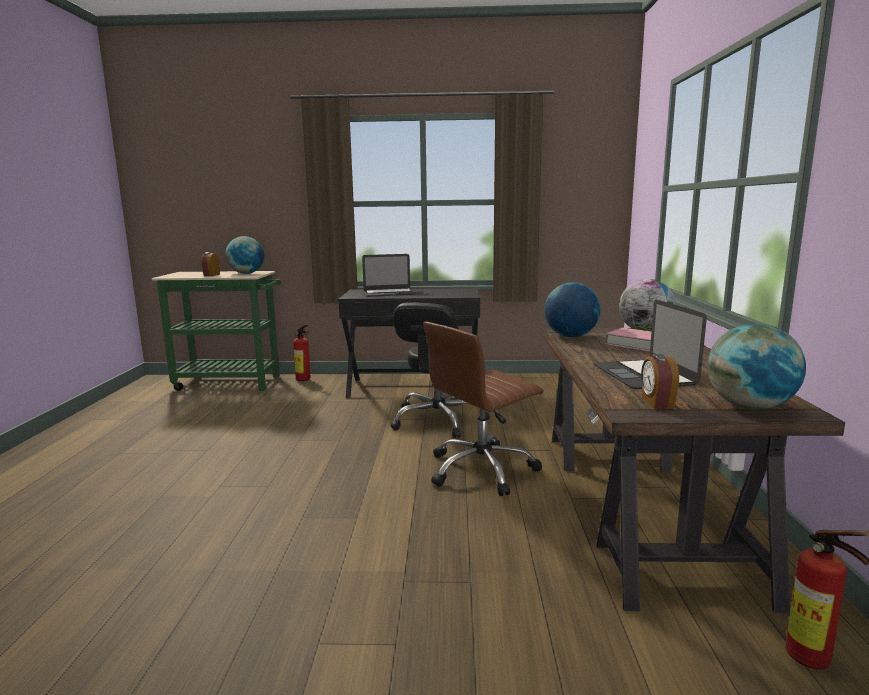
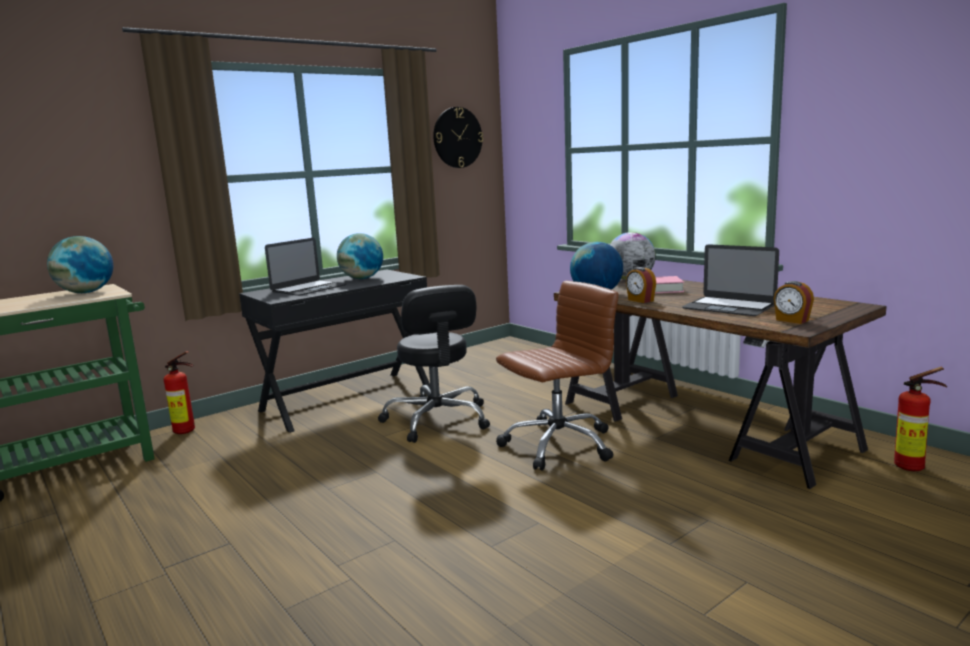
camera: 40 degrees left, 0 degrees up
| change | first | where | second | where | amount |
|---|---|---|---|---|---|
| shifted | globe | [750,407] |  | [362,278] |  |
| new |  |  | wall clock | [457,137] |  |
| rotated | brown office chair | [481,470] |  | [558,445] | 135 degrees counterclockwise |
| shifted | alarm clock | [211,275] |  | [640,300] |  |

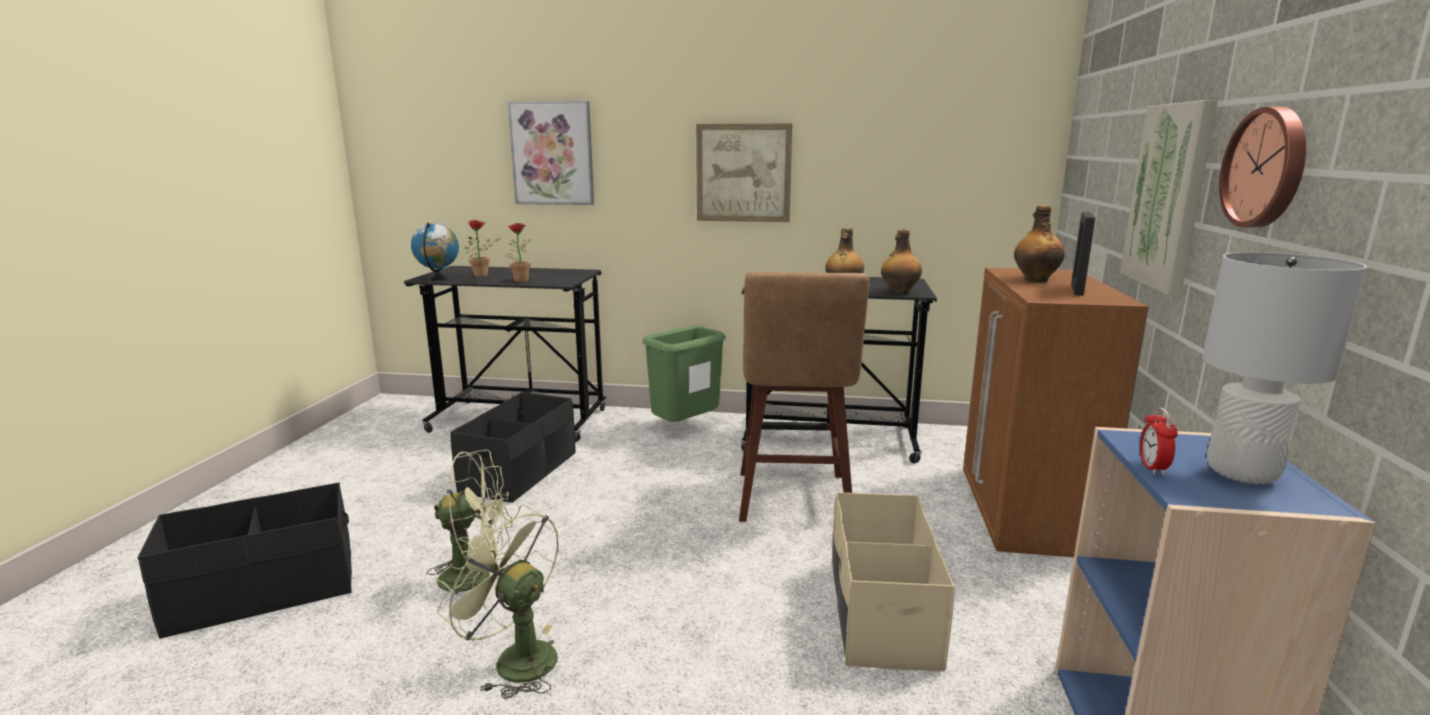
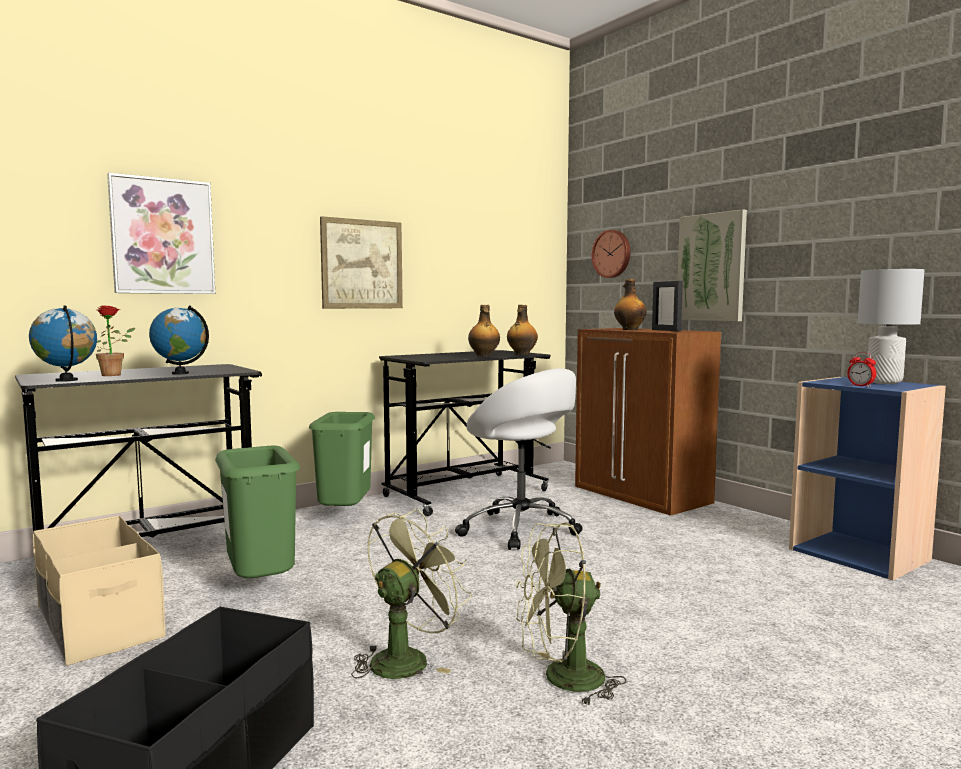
camera: 45 degrees left, 10 degrees down
| change | first | where | second | where | amount |
|---|---|---|---|---|---|
| shifted | beige storage box | [881,612] |  | [98,622] |  |
| swapped | potted plant | [519,280] | globe | [180,373] |  |
| swapped | black storage box | [520,472] | green trash can | [260,587] |  |
| swapped | brown stool | [793,500] | white office chair | [521,529] |  |
| shifted | wall clock | [1267,168] |  | [612,254] |  |

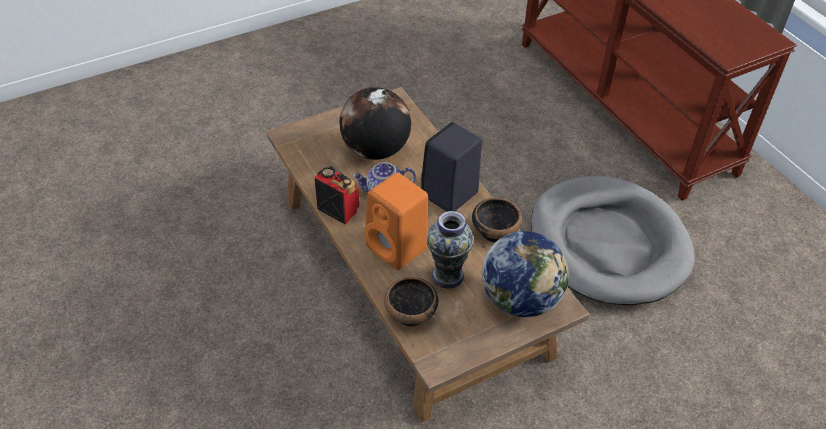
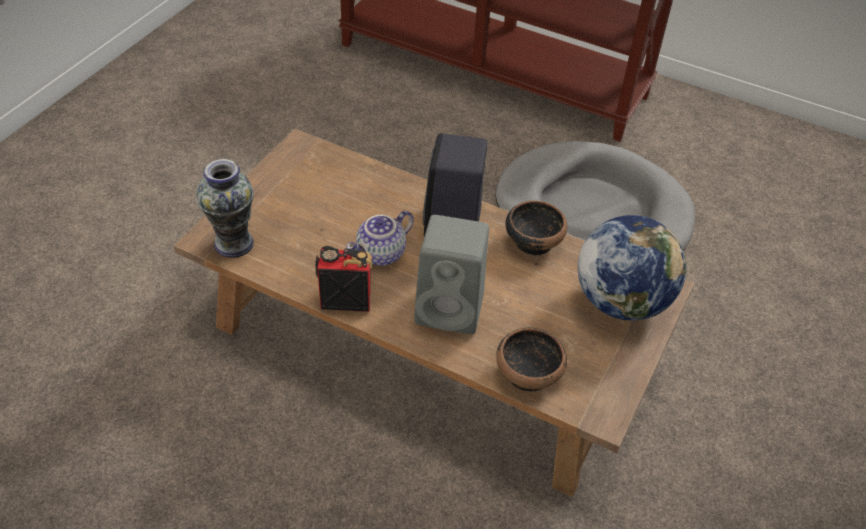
camera: 35 degrees left, 0 degrees up
| change | first | where | second | where | amount |
|---|---|---|---|---|---|
| shifted | vase | [448,275] |  | [234,243] |  |
| repainted | orange speaker | [398,248] | grey speaker | [452,309] |  |
| gone | globe | [375,150] |  |  |  |

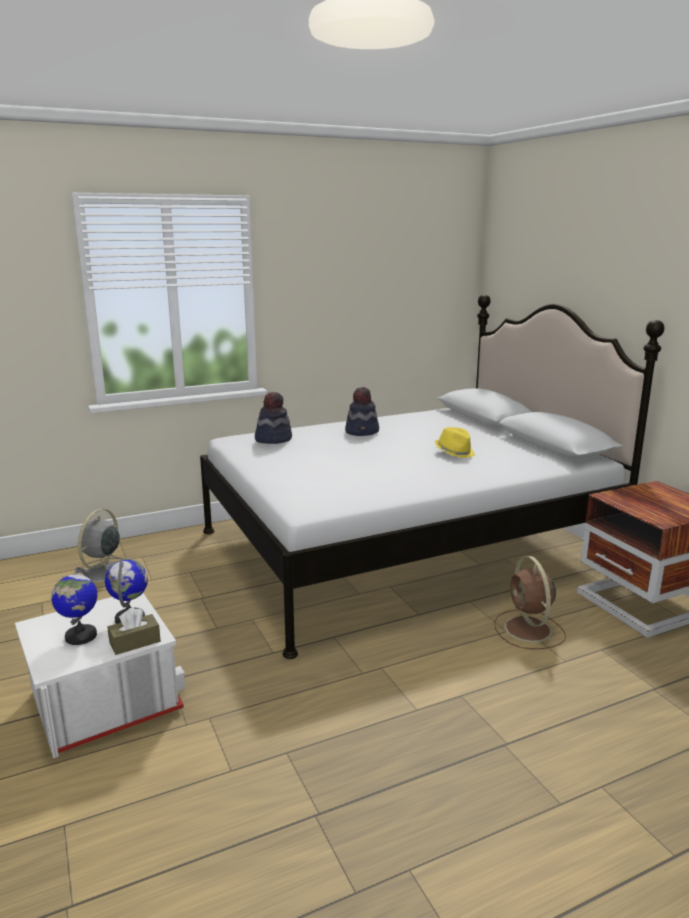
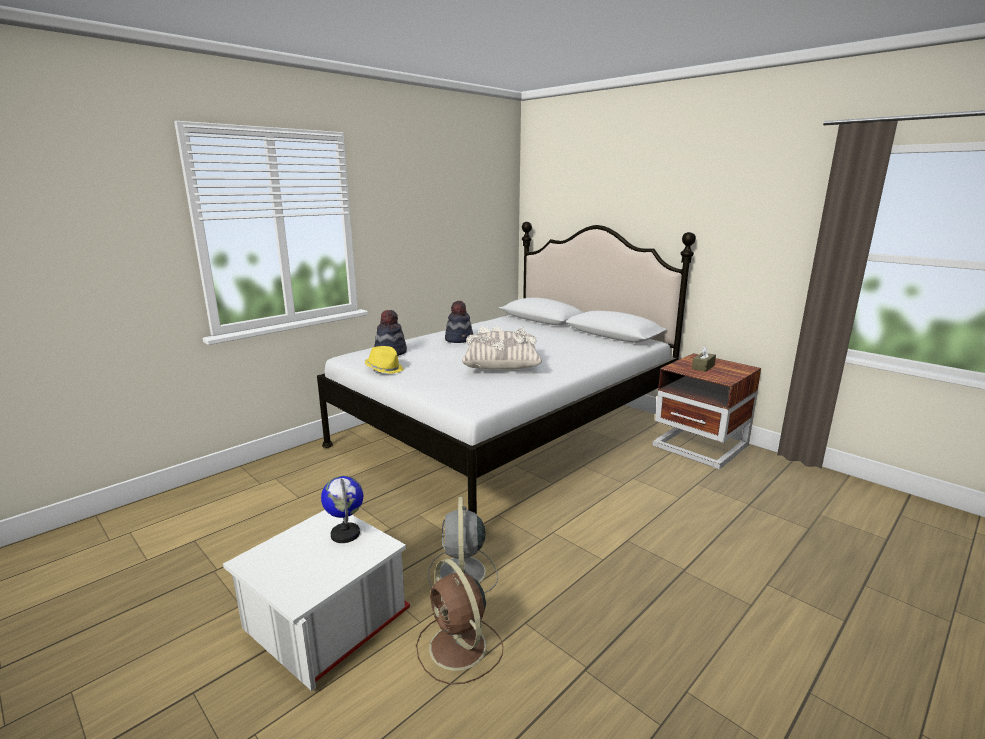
camera: 20 degrees left, 0 degrees up
| change | first | where | second | where | amount |
|---|---|---|---|---|---|
| shifted | yellow hat | [454,452] |  | [384,369] |  |
| shifted | brown fan | [529,630] |  | [459,648] |  |
| shifted | grey fan | [102,573] |  | [462,574] |  |
| new |  |  | beige pillow | [501,365] |  |
| shifted | brown tissue box | [135,642] |  | [703,367] |  |
| gone | globe | [80,636] |  |  |  |

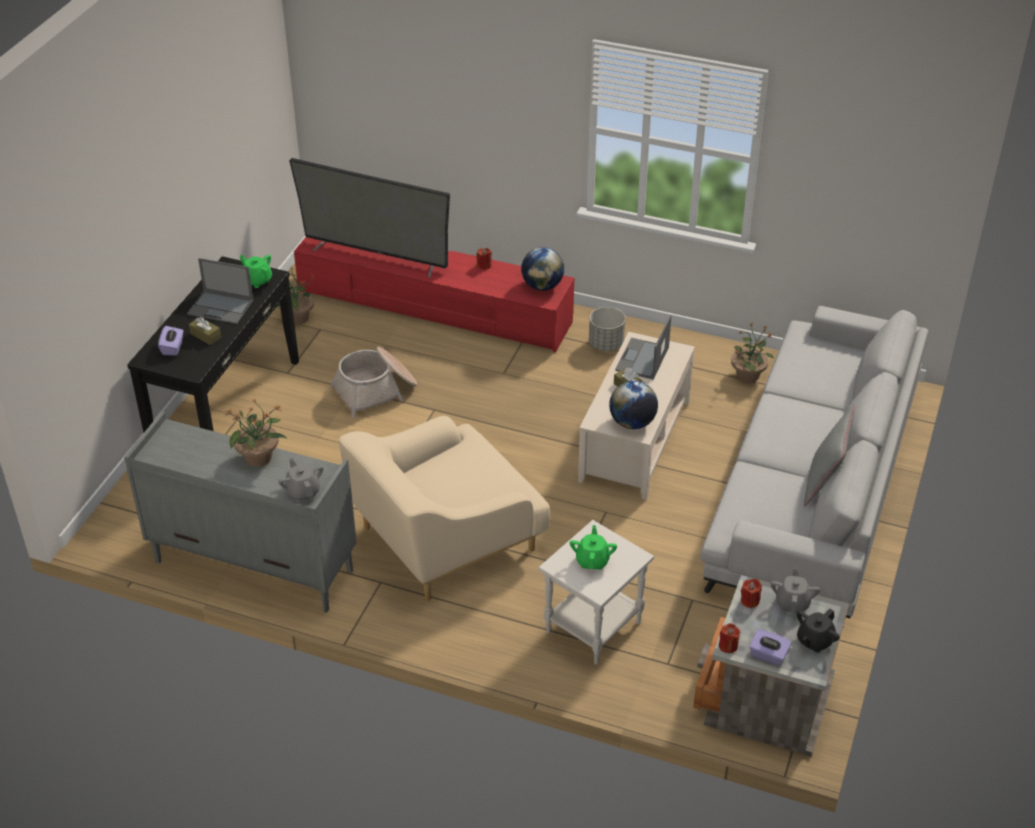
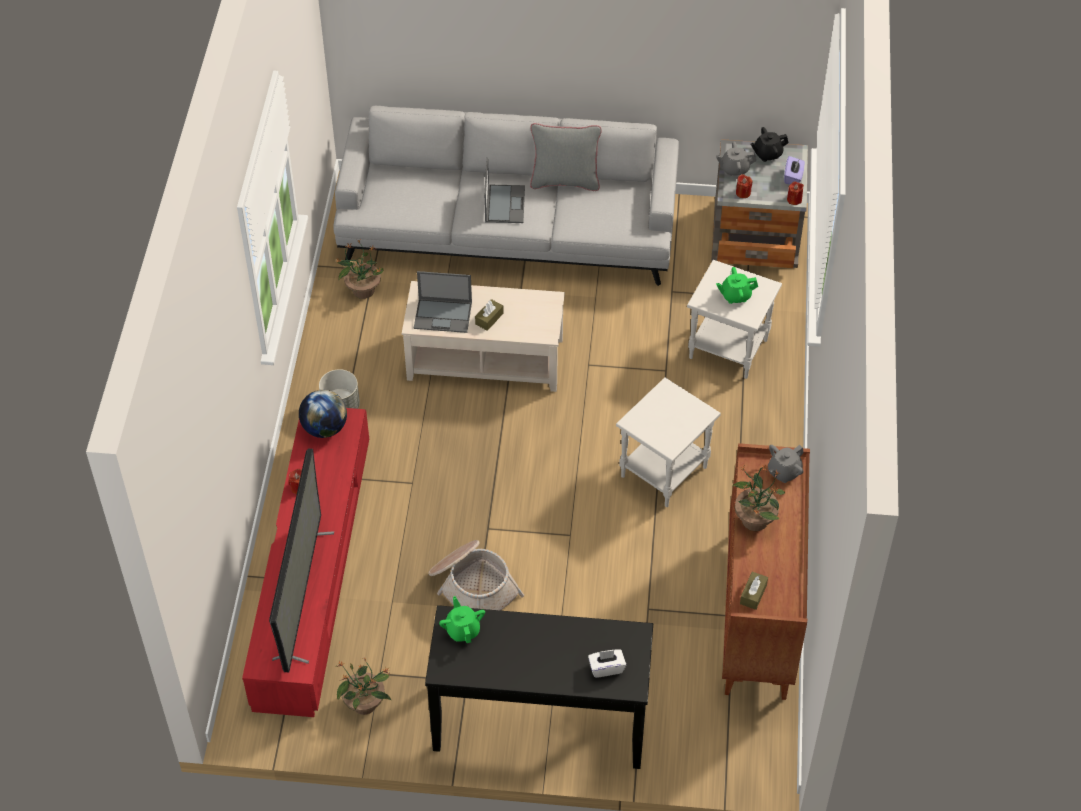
camera: 105 degrees left, 10 degrees up
| change | first | where | second | where | amount |
|---|---|---|---|---|---|
| rotated | green teapot | [257,280] |  | [463,630] | 135 degrees clockwise |
| shifted | laptop | [221,307] |  | [504,203] |  |
| repainted | purple tissue box | [173,348] | white tissue box | [606,668] |  |
| swapped | beige armchair | [446,538] | white side table | [664,473] |  |
| repainted | grey cabinet | [252,566] | brown cabinet | [757,615] |  |
| shifted | brown tissue box | [205,335] |  | [753,594] |  |
| rotated | black teapot | [814,641] |  | [767,154] | 135 degrees clockwise |
| gone | globe | [632,423] |  |  |  |

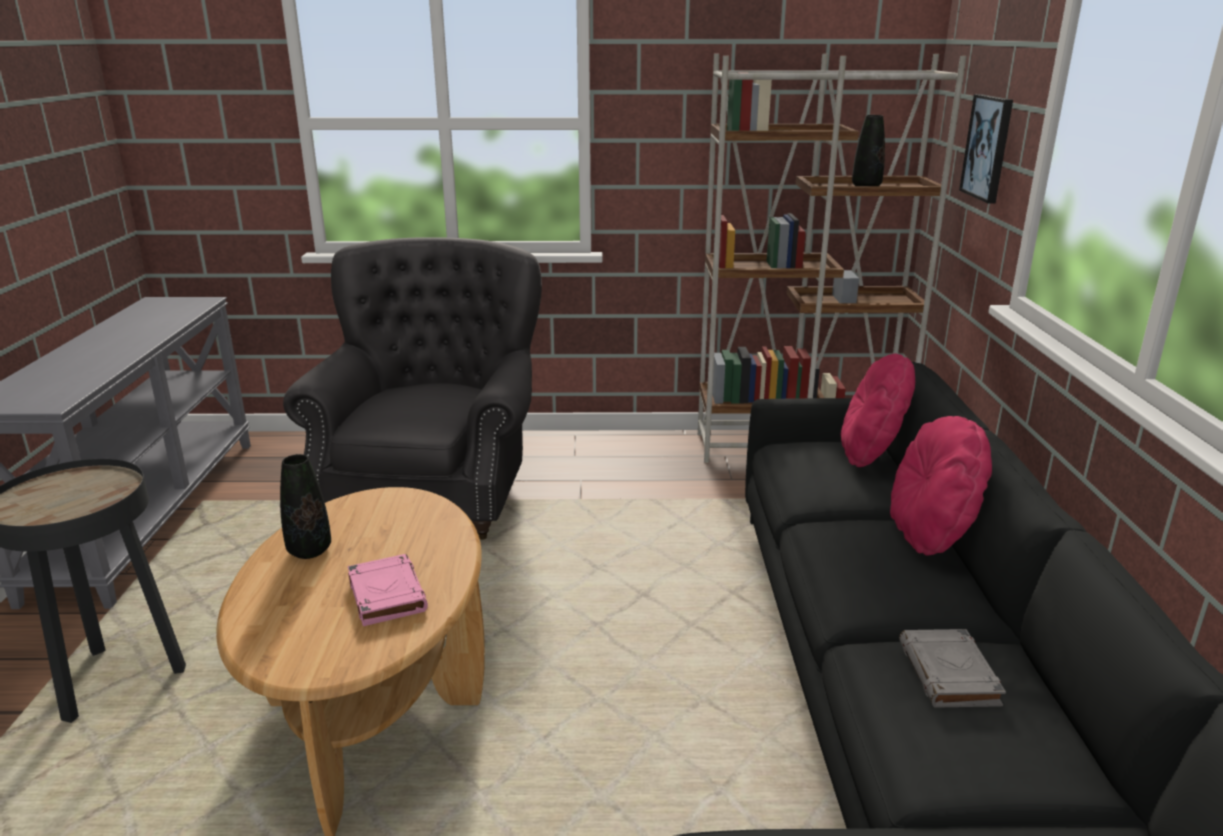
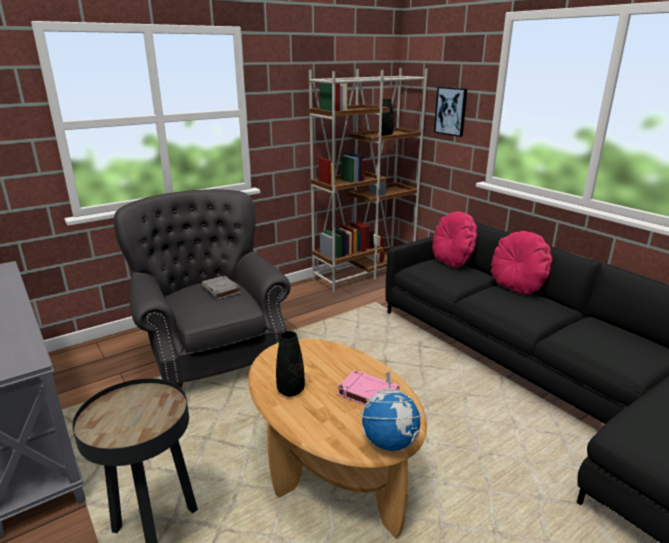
camera: 35 degrees left, 0 degrees up
| change | first | where | second | where | amount |
|---|---|---|---|---|---|
| shifted | grey book | [949,675] |  | [221,290] |  |
| new |  |  | globe | [390,441] |  |

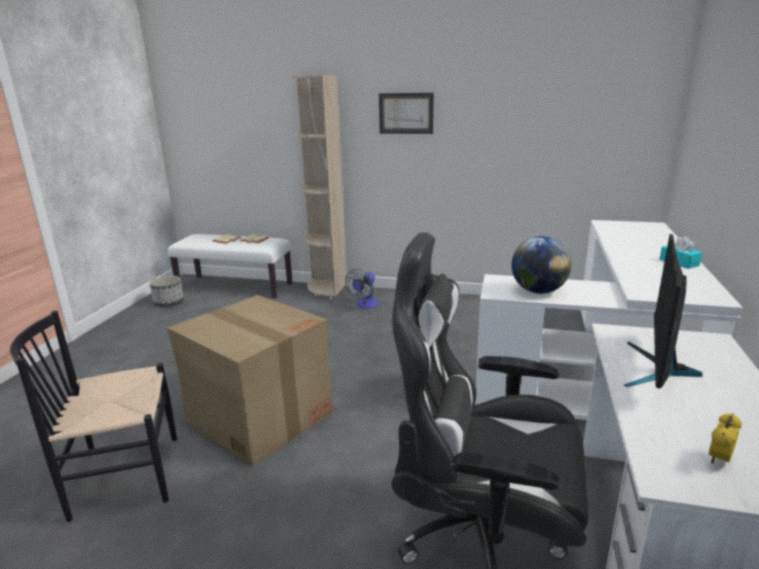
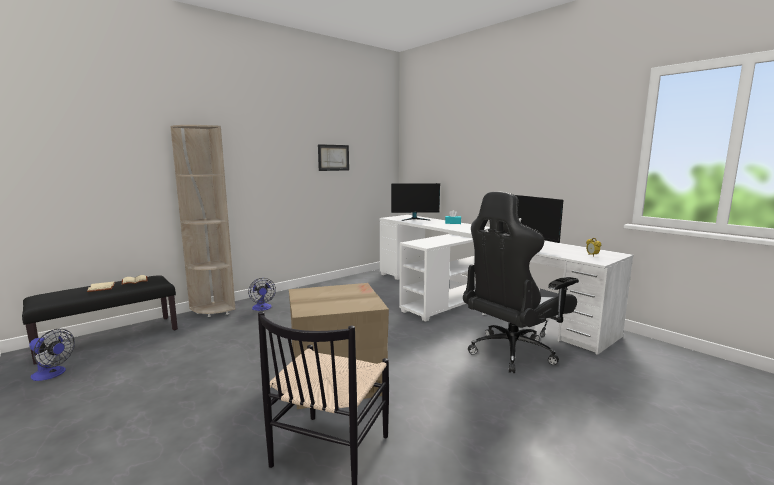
camera: 55 degrees left, 10 degrees down
| change | first | where | second | where | amount |
|---|---|---|---|---|---|
| repainted | white bench | [235,286] | black bench | [109,338] |  |
| swapped | planter | [169,302] | fan | [52,374] |  |
| shifted | picture | [406,113] |  | [333,157] |  |
| new |  |  | monitor | [415,219] |  |
| gone | globe | [538,291] |  |  |  |

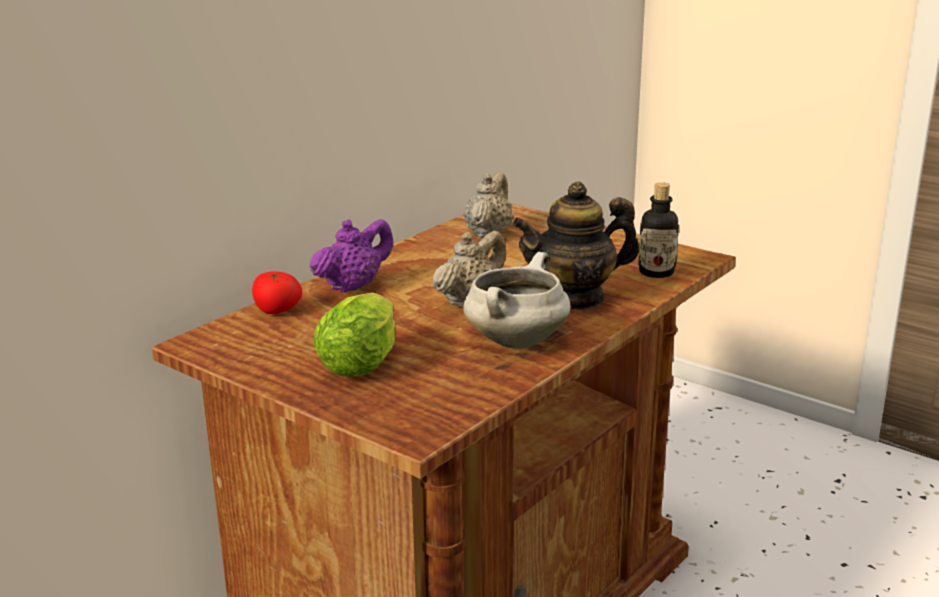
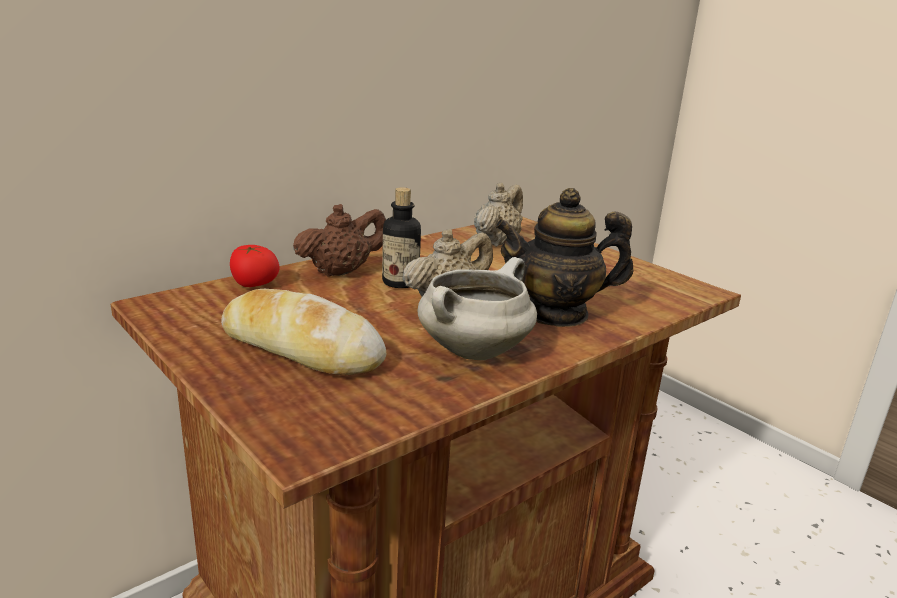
camera: 10 degrees right, 0 degrees up
| change | first | where | second | where | amount |
|---|---|---|---|---|---|
| swapped | lettuce | [363,361] | bread | [301,349] |  |
| repainted | purple teapot | [353,286] | brown teapot | [341,272] |  |
| shifted | bottle | [656,272] |  | [400,282] |  |

